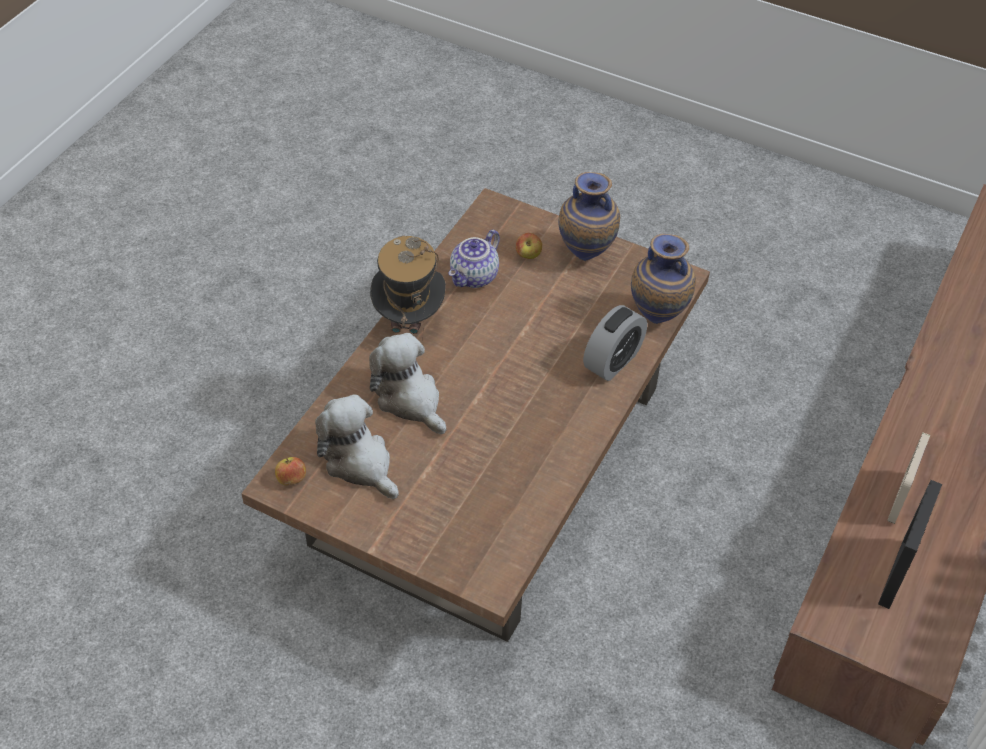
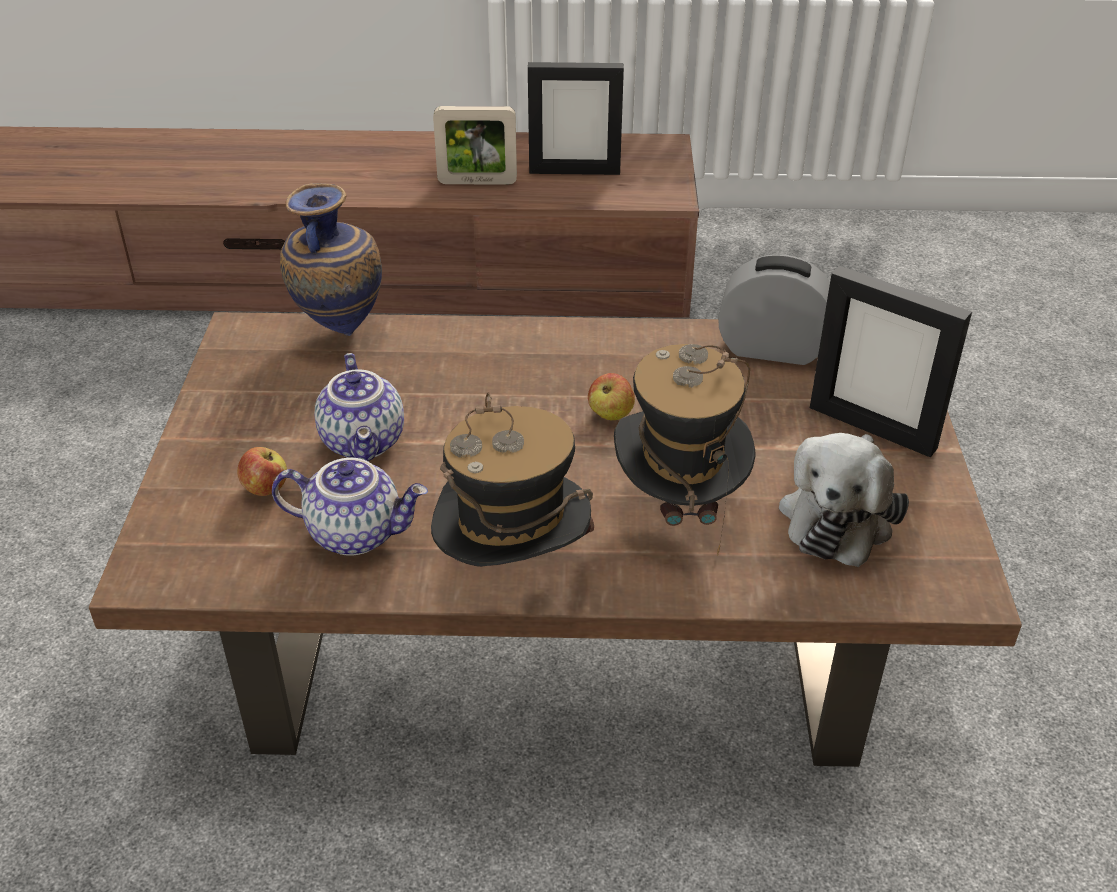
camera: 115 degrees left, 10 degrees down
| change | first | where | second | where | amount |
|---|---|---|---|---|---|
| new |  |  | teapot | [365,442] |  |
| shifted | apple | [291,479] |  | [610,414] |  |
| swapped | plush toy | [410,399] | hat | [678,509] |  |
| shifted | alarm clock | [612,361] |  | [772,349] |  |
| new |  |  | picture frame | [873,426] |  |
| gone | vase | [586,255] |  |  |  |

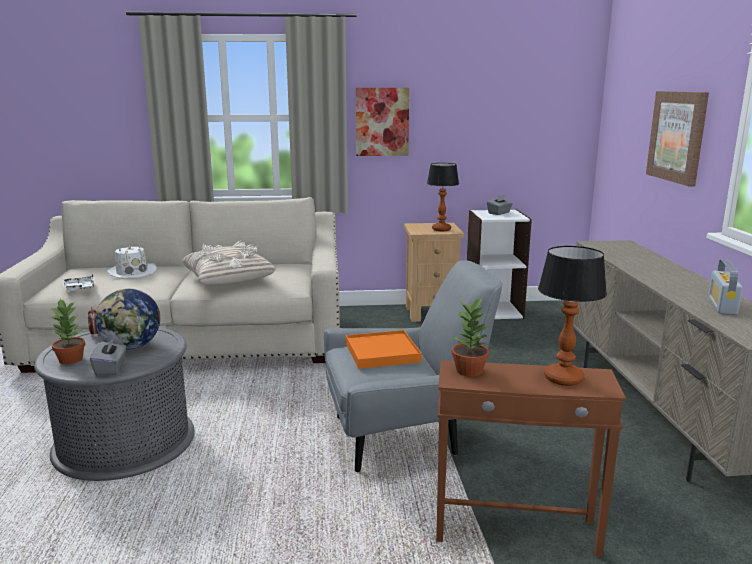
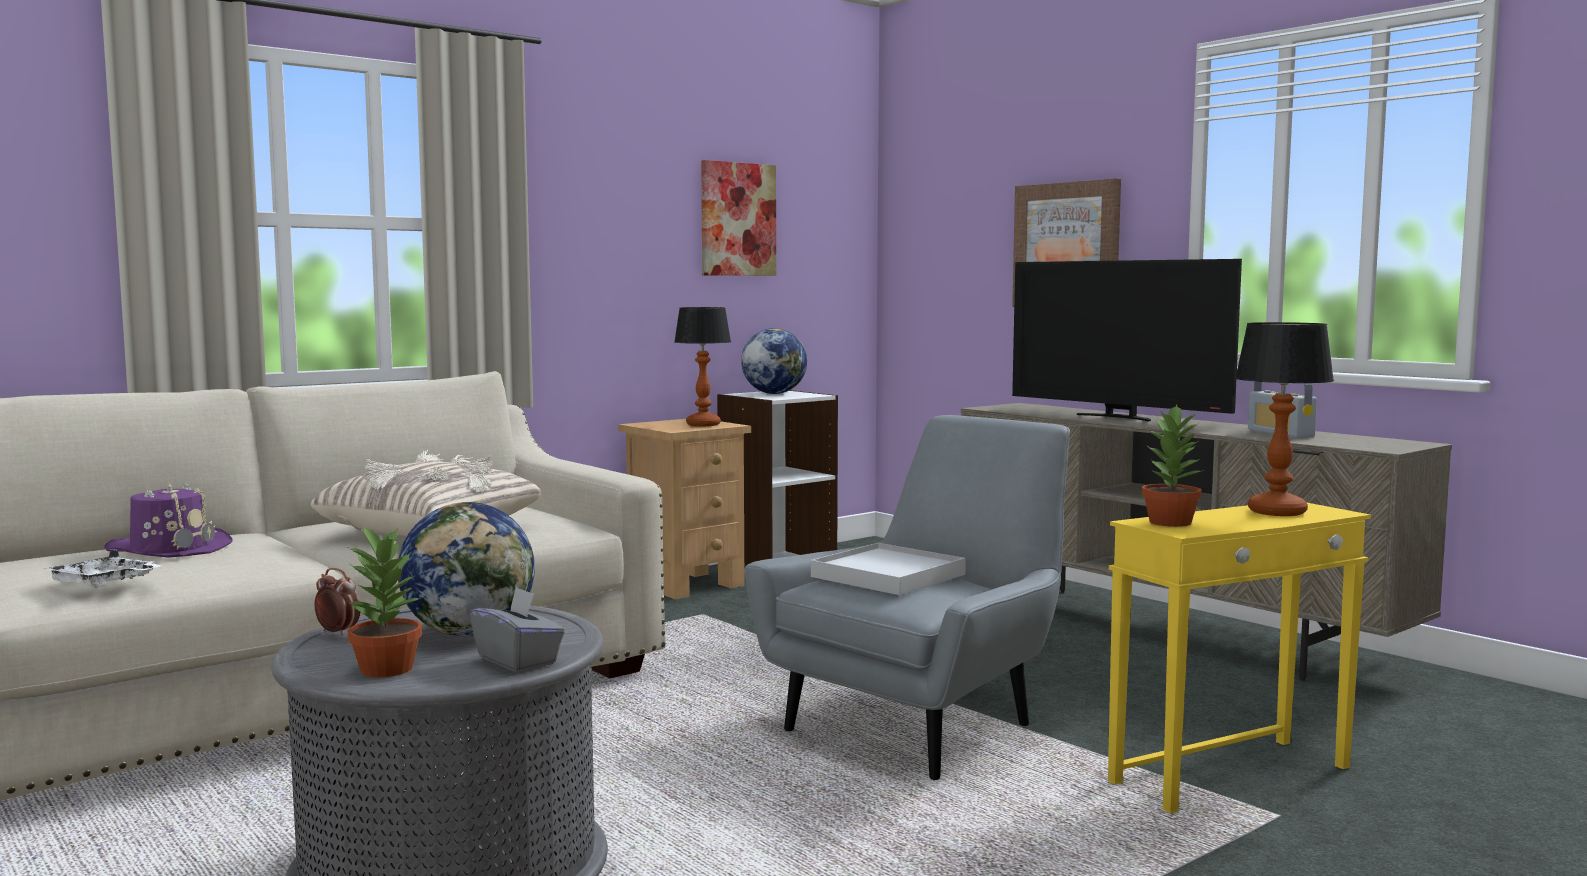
camera: 35 degrees left, 10 degrees down
| change | first | where | second | where | amount |
|---|---|---|---|---|---|
| repainted | white hat | [132,272] | purple hat | [169,548] |  |
| shifted | picture | [382,122] |  | [737,219] |  |
| swapped | grey tissue box | [499,213] | globe | [774,393] |  |
| repainted | orange tray | [382,352] | white tray | [887,576] |  |
| new |  |  | television | [1118,417] |  |
| repainted | brown side table | [516,531] | yellow side table | [1232,775] |  |

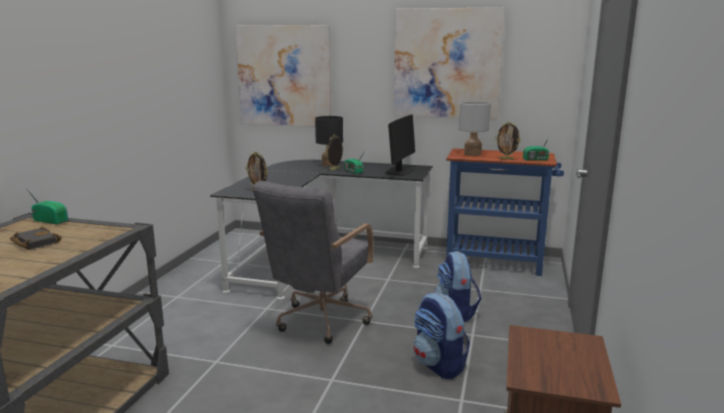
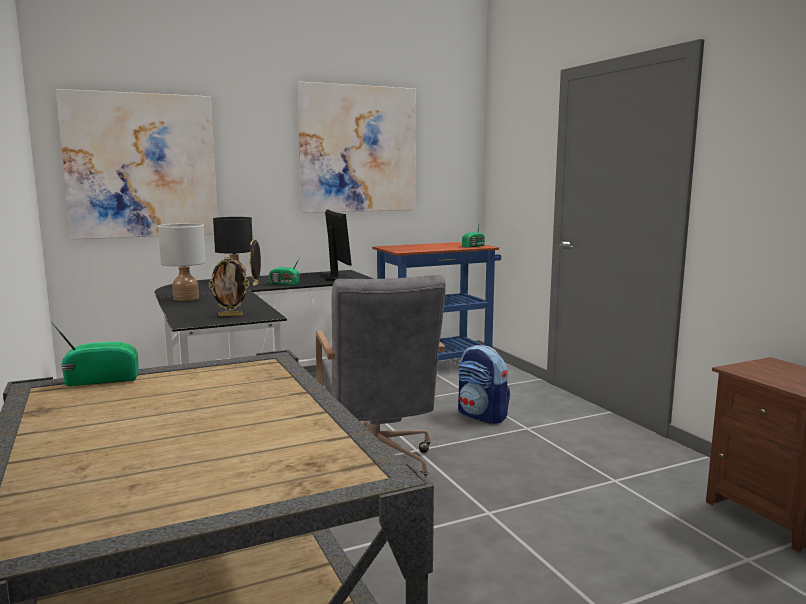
camera: 40 degrees left, 5 degrees down
| change | first | where | second | where | amount |
|---|---|---|---|---|---|
| shifted | grey table lamp | [472,154] |  | [186,298] |  |
| gone | black book | [34,242] |  |  |  |
| gone | backpack | [439,365] |  |  |  |
| gone | picture frame | [506,159] |  |  |  |

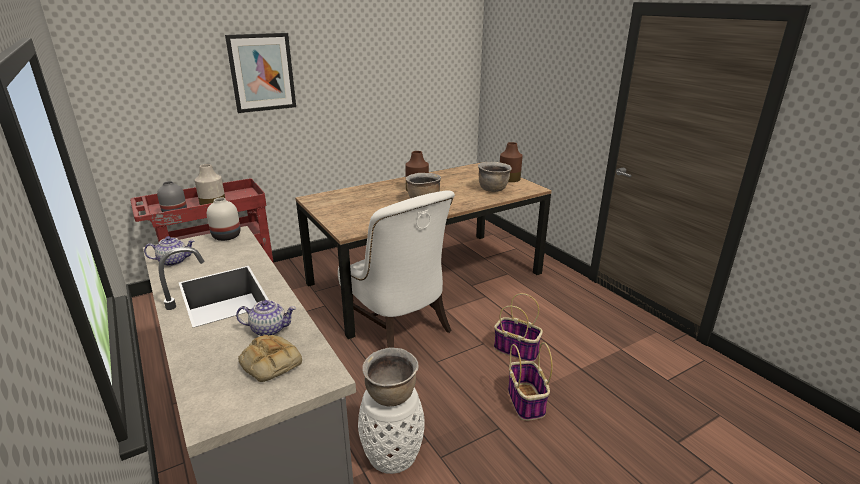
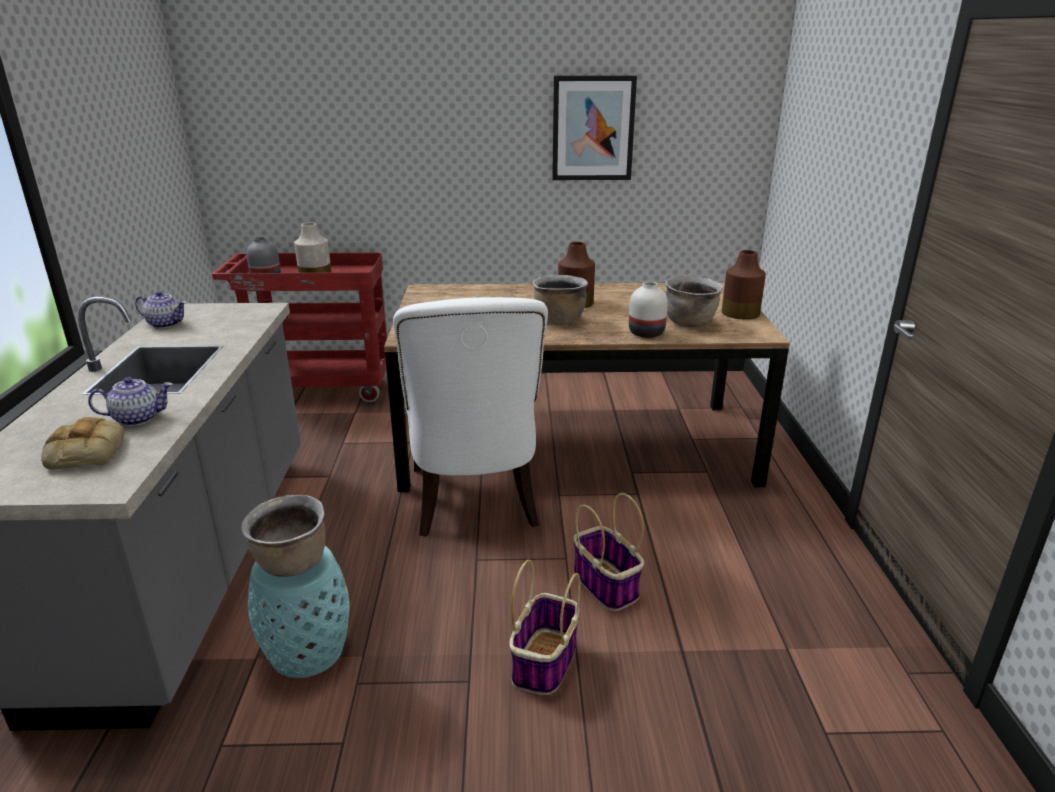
camera: 30 degrees right, 0 degrees up
| change | first | where | second | where | amount |
|---|---|---|---|---|---|
| rotated | teapot | [269,329] |  | [138,418] | 45 degrees counterclockwise |
| repainted | white stool | [392,454] | turquoise stool | [307,651] |  |
| shifted | picture | [262,72] |  | [593,128] |  |
| shifted | white vase | [227,236] |  | [647,333] |  |

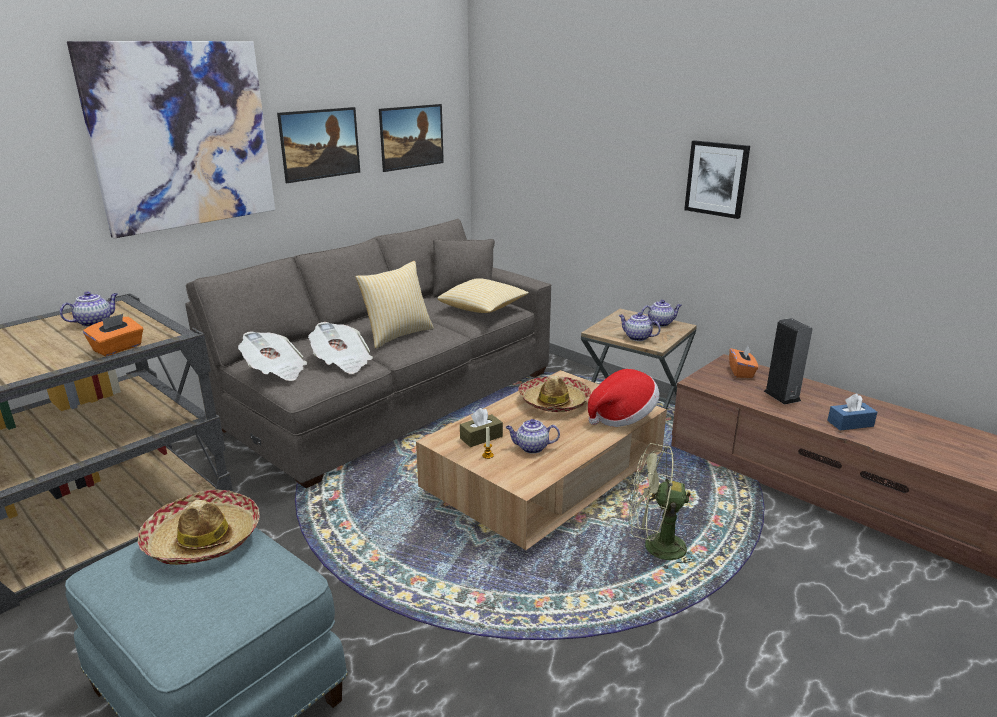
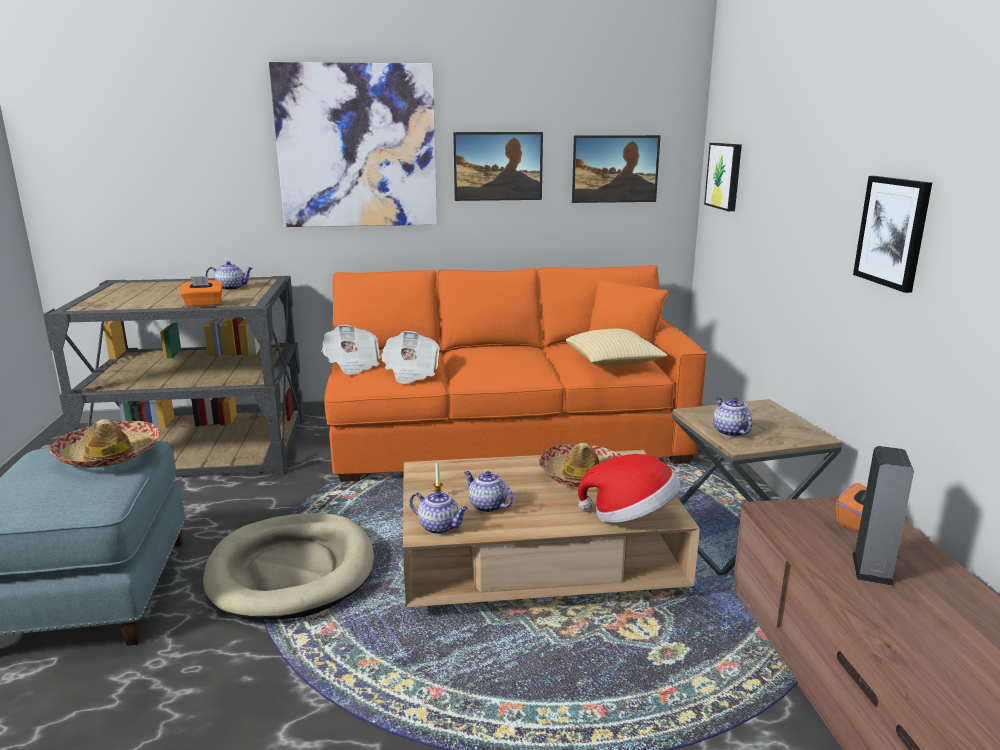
camera: 40 degrees right, 5 degrees down
| change | first | where | second | where | amount |
|---|---|---|---|---|---|
| new |  |  | beige dog bed | [292,571] |  |
| repainted | grey sofa | [391,399] | orange sofa | [506,438] |  |
| shifted | teapot | [660,323] |  | [440,527] |  |
| new |  |  | picture | [725,176] |  |
| gone | pillow | [397,335] |  |  |  |
| gone | brown tissue box | [481,437] |  |  |  |
| gone | green fan | [655,548] |  |  |  |
| gone | blue tissue box | [850,423] |  |  |  |

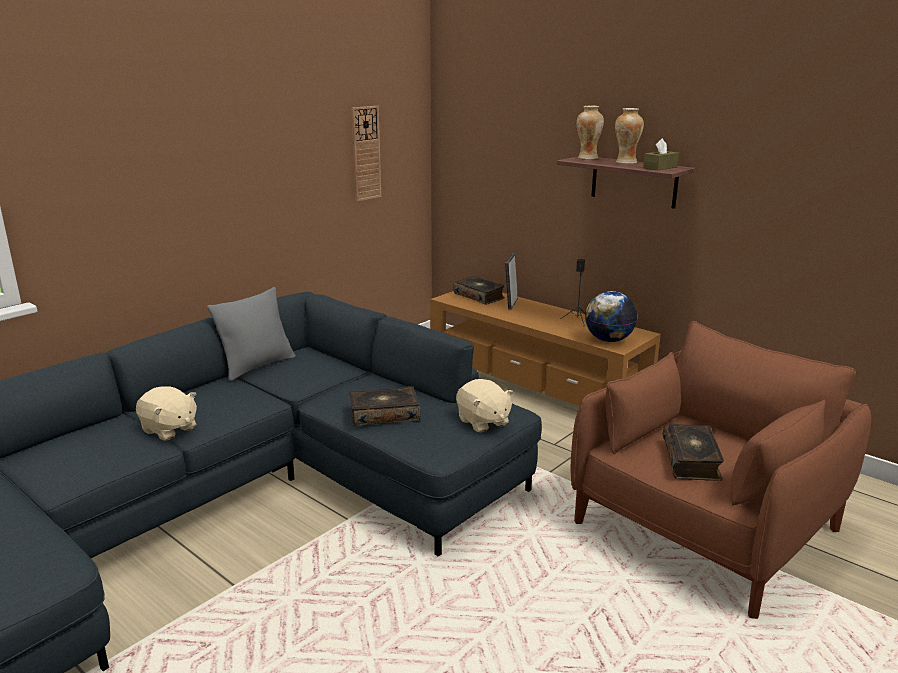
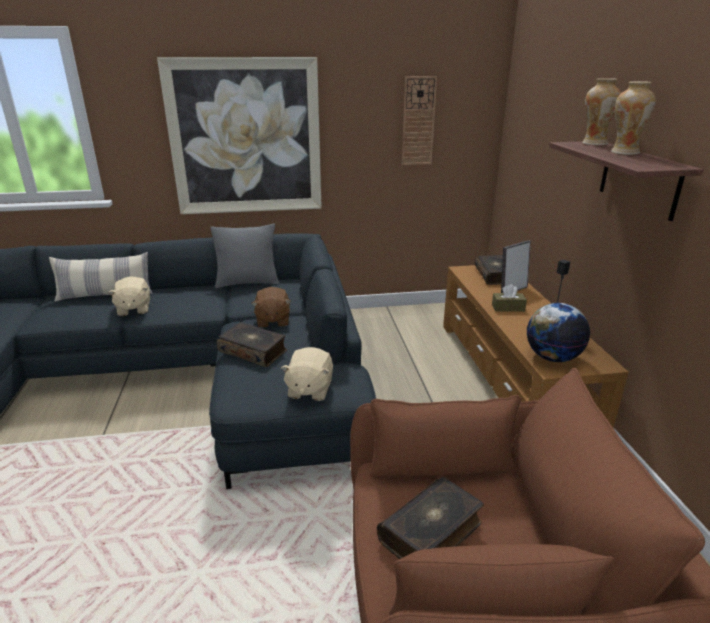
camera: 40 degrees right, 5 degrees up
| change | first | where | second | where | amount |
|---|---|---|---|---|---|
| new |  |  | pillow | [106,295] |  |
| new |  |  | picture | [246,138] |  |
| new |  |  | brown plush toy | [272,321] |  |
| shifted | brown tissue box | [660,167] |  | [508,308] |  |

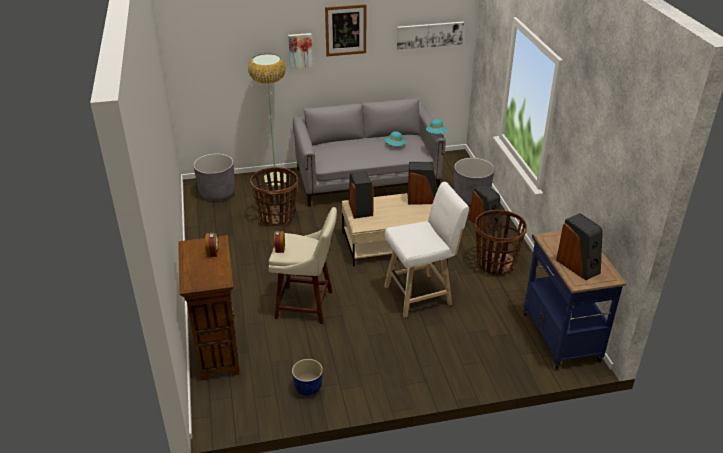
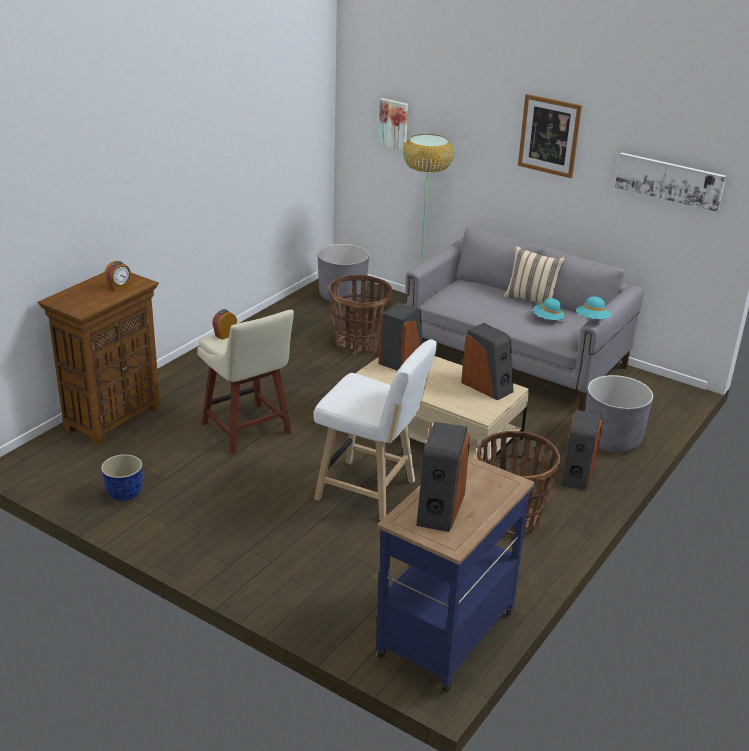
camera: 45 degrees right, 5 degrees down
| change | first | where | second | where | amount |
|---|---|---|---|---|---|
| shifted | picture | [300,50] |  | [394,123] |  |
| new |  |  | beige pillow | [531,299] |  |

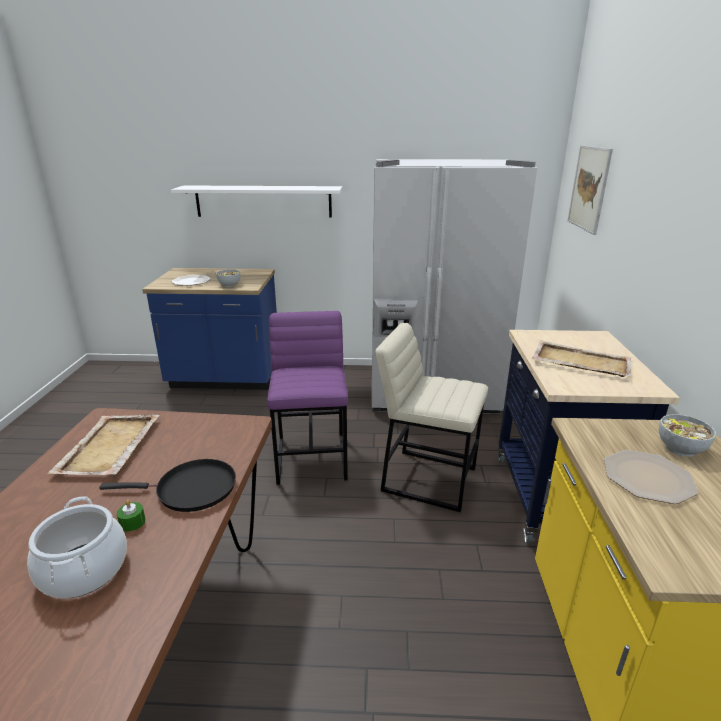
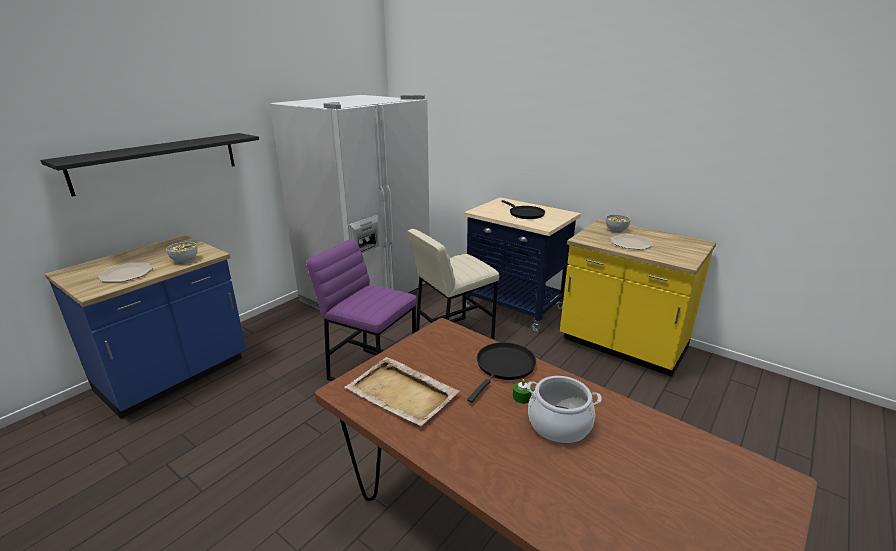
camera: 55 degrees left, 0 degrees up
| change | first | where | second | where | amount |
|---|---|---|---|---|---|
| repainted | white shelf | [263,201] | black shelf | [157,162] |  |
| swapped | beige tray | [580,361] | black frying pan | [525,214] |  |
| gone | picture | [589,188] |  |  |  |

